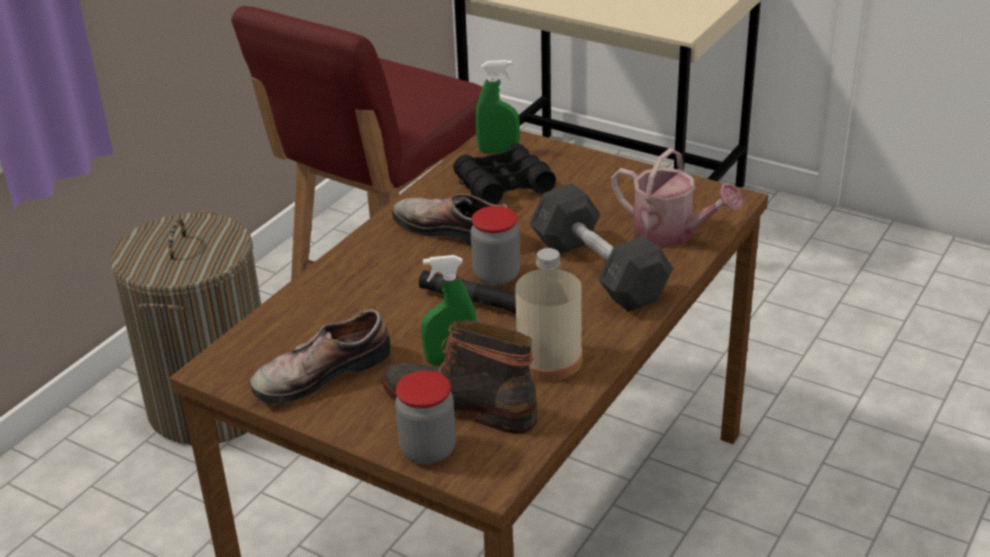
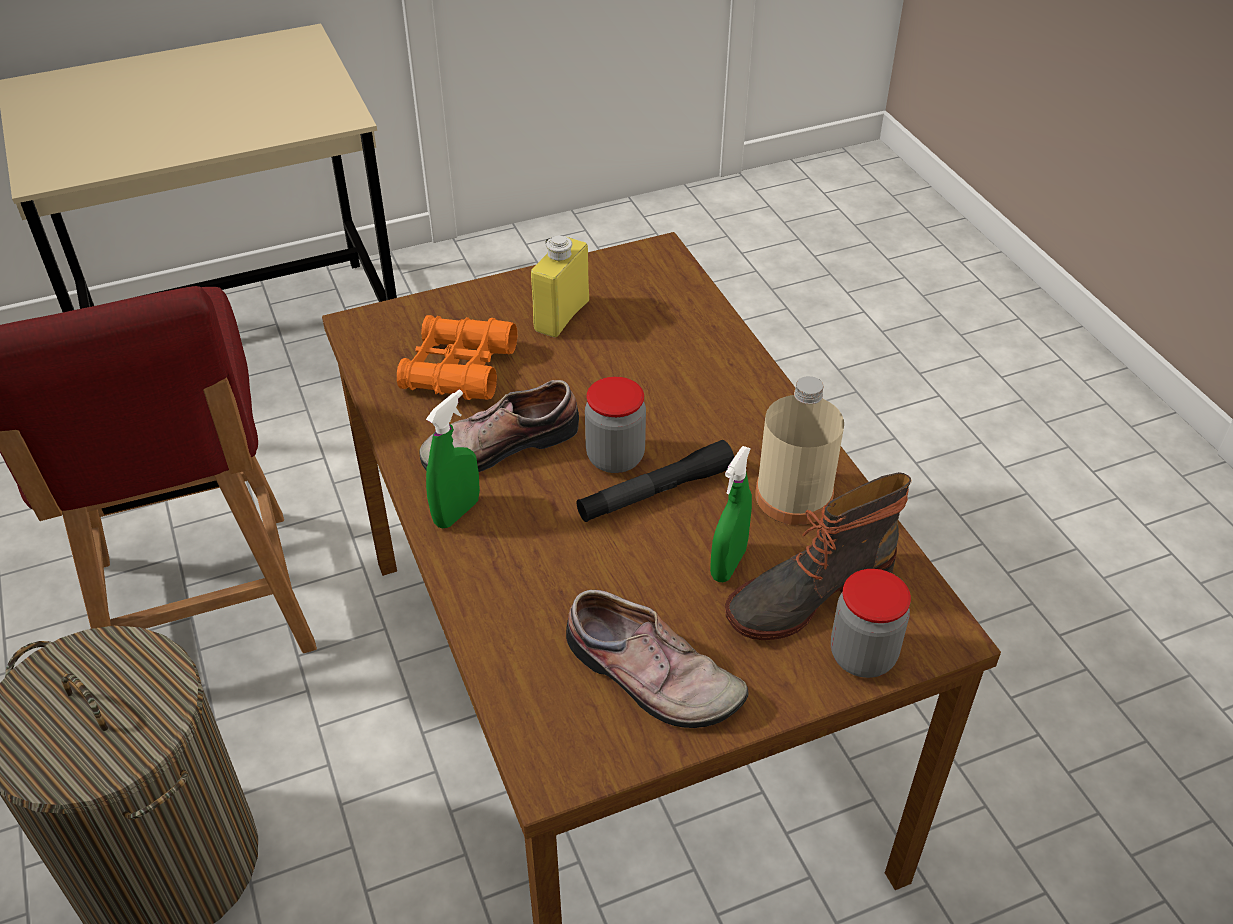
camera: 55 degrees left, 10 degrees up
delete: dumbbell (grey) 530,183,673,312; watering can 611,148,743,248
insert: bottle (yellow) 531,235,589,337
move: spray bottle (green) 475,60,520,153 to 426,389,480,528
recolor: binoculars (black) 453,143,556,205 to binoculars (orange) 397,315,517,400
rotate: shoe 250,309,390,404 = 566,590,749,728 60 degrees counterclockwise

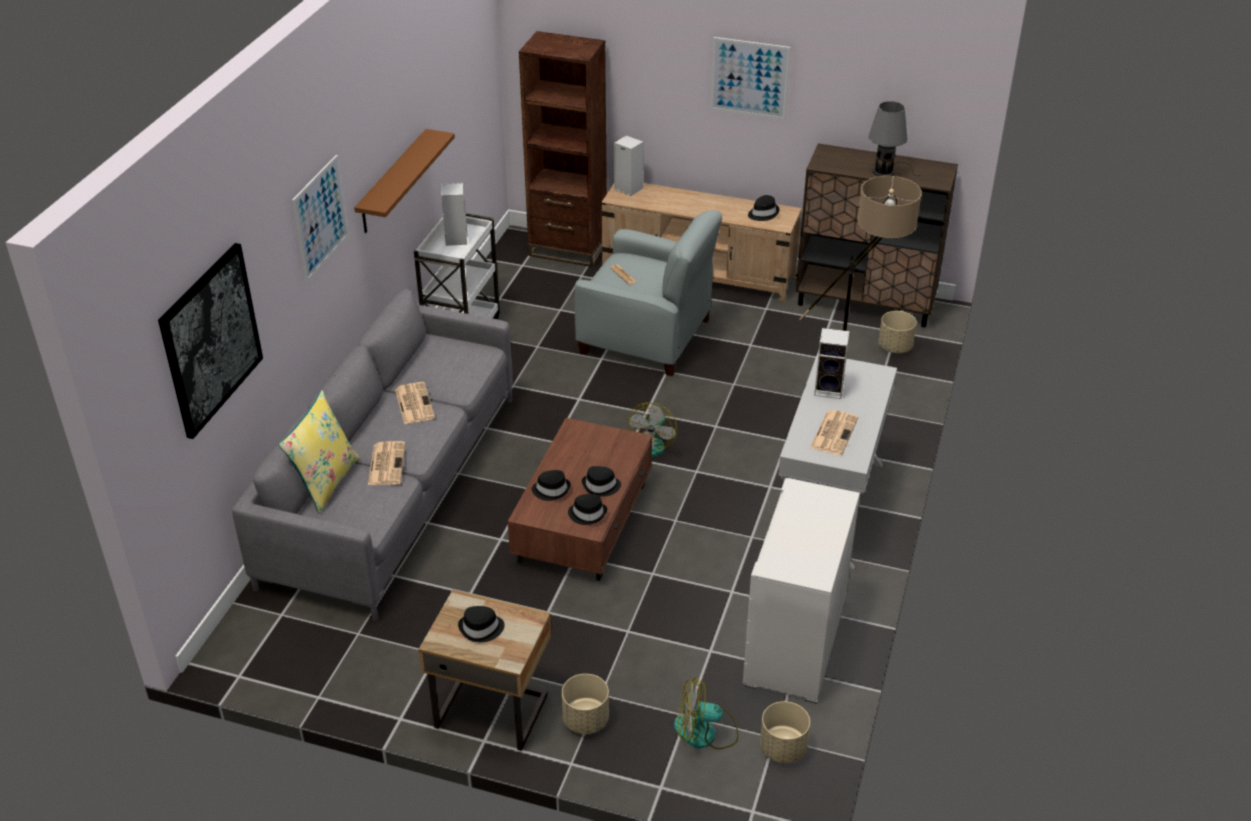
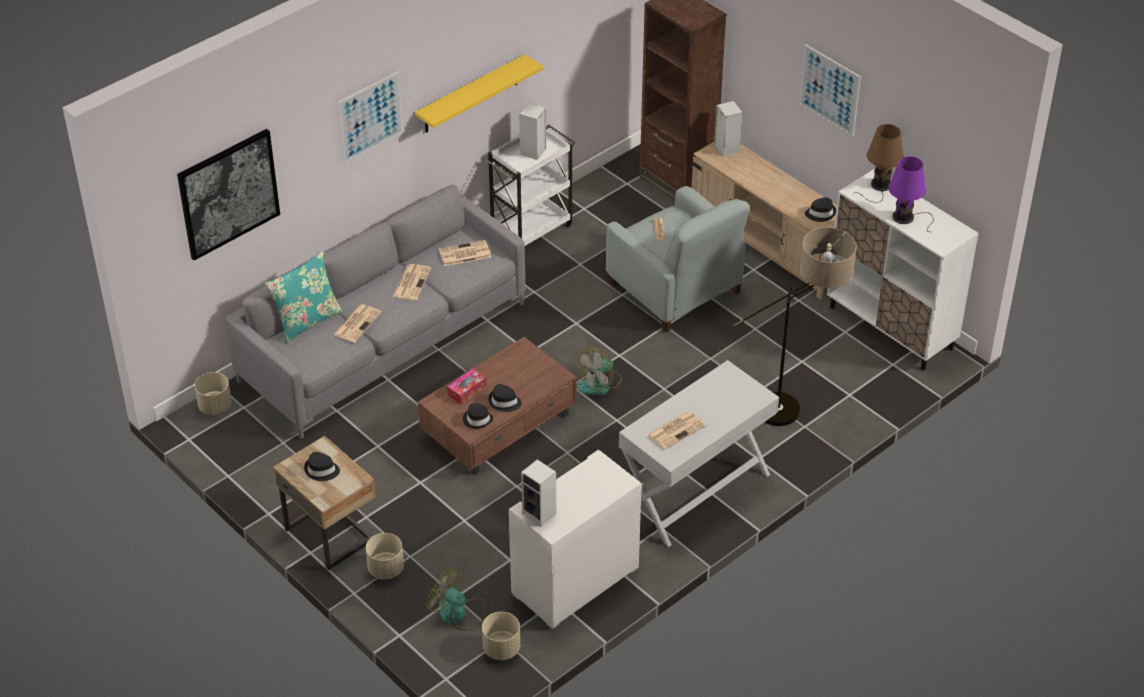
camera: 30 degrees right, 5 degrees up
insert: newspaper 439,240,491,266; table lamp (brown) 852,124,904,203
move: speaker 814,328,850,399 to 521,459,556,526; planter (beige) 878,311,917,353 to 195,372,232,415
replace: hat (black) 532,470,571,501 to tissue box 447,369,486,404
recolor: pillow (yellow) 279,390,359,514 to pillow (turquoise) 265,251,343,344; shelf (brown) 354,129,455,233 to shelf (yellow) 415,54,543,133; cabinet (brown) 796,143,958,327 to cabinet (white) 827,169,978,370; table lamp (grey) 868,101,920,176 to table lamp (purple) 888,156,934,232

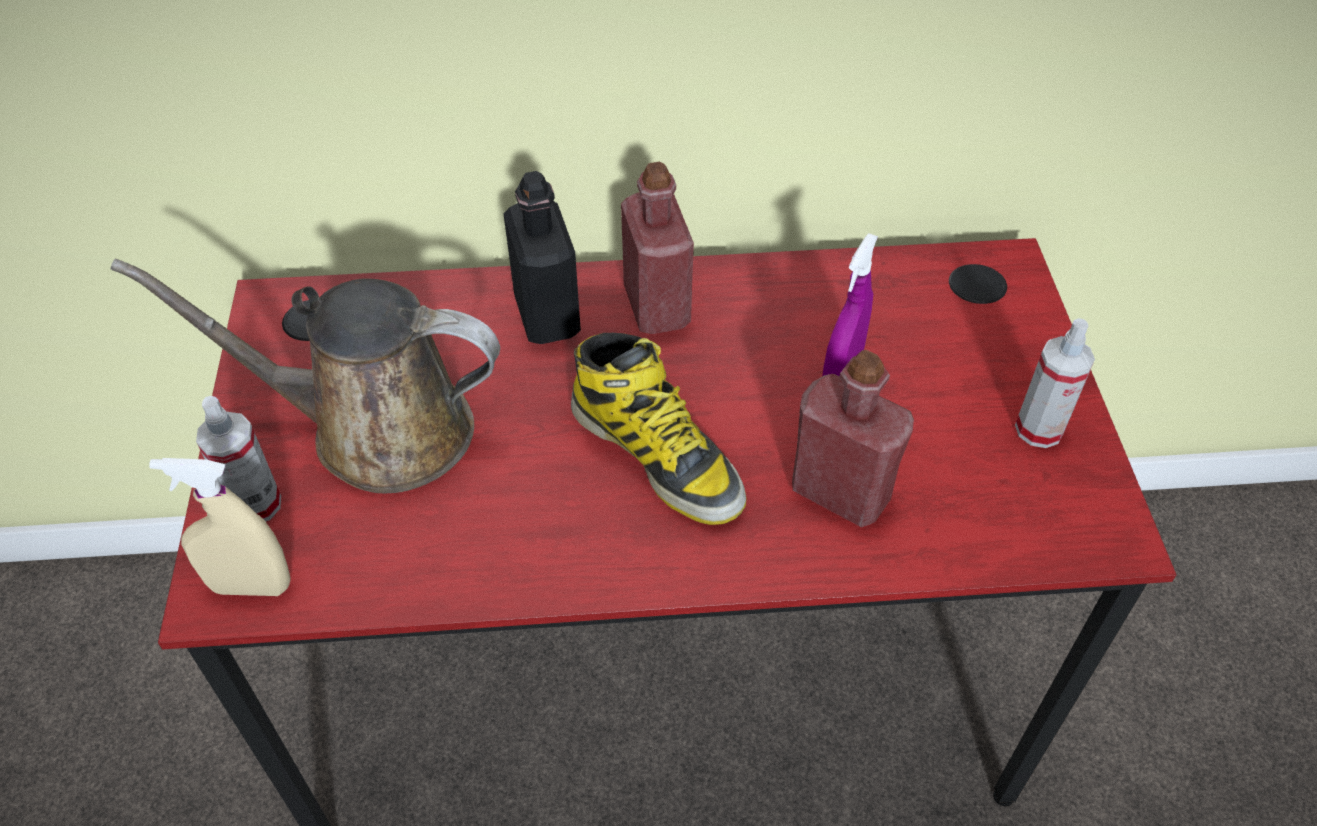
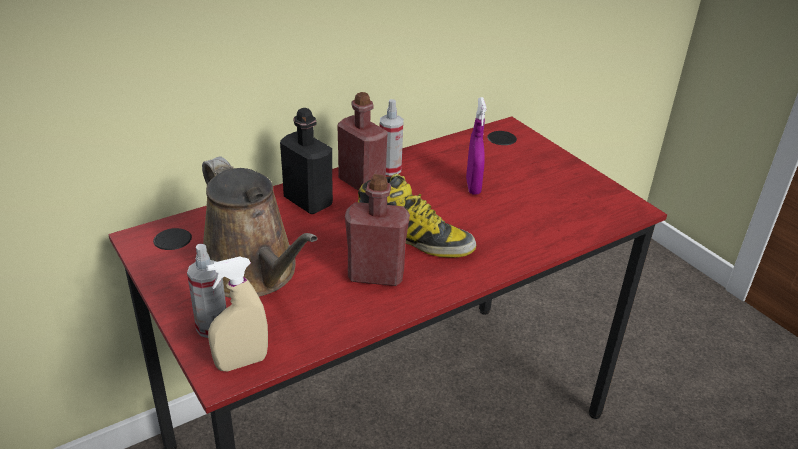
camera: 30 degrees left, 15 degrees down
move: bottle (red) 792,350,914,527 to 345,174,410,286; spray bottle 1015,318,1095,448 to 380,99,404,176
rotate: watering can (brown) 110,259,500,493 = 202,156,317,298 105 degrees counterclockwise

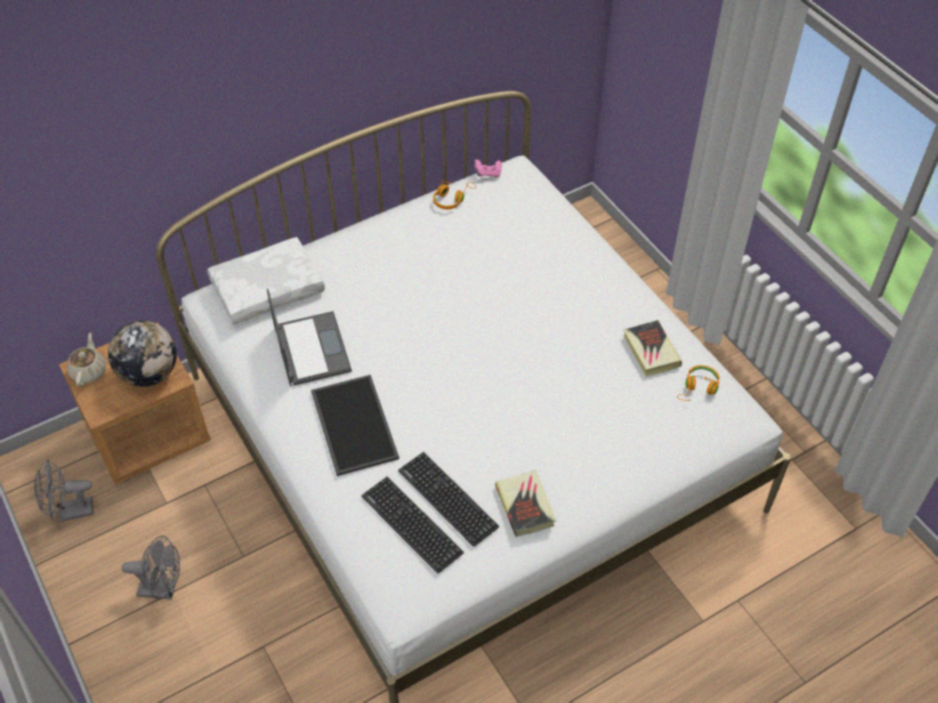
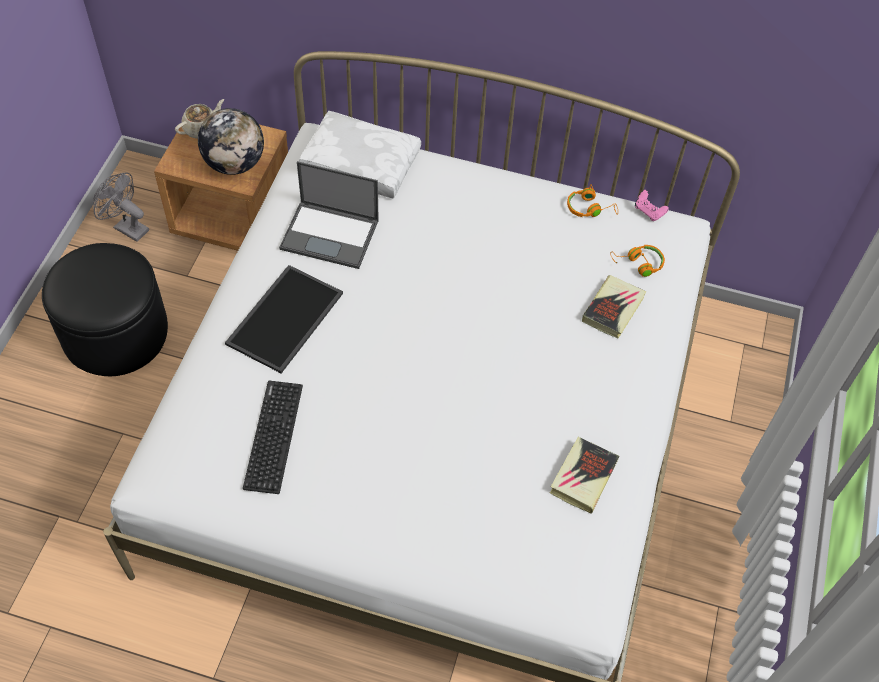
camera: 45 degrees right, 5 degrees up
delete: keyboard 361,477,464,573
move: book 495,470,556,537 to 582,275,647,338; headphones (orange) 677,365,720,401 to 610,245,665,277
replace: fan (grey) 122,536,180,599 to ottoman (black) 42,243,168,376
rotate: laptop 267,289,352,386 = 279,161,379,269 75 degrees clockwise

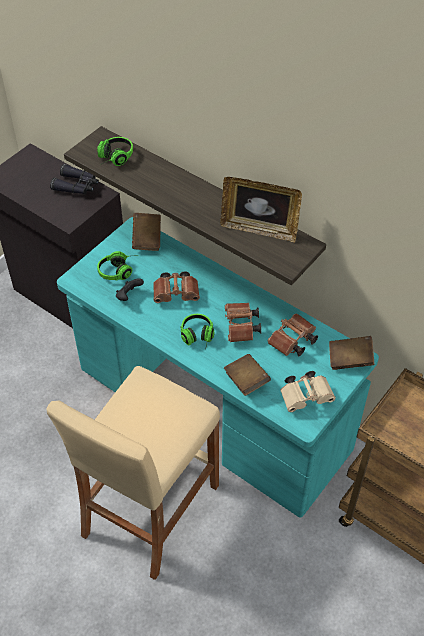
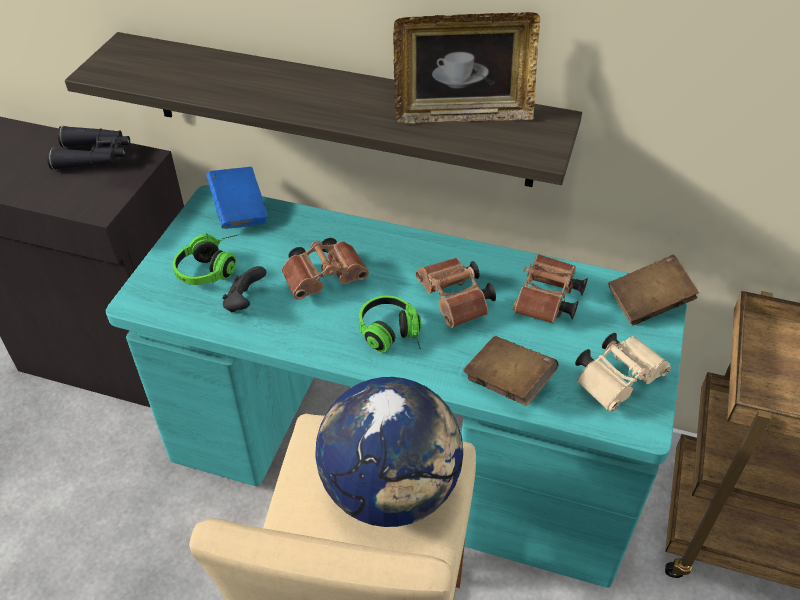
camera: 20 degrees left, 5 degrees down
delete: headphones 97,137,133,166
insert: globe 315,377,463,527
recolor: book (brown) 132,213,161,251 to book (blue) 206,167,268,229

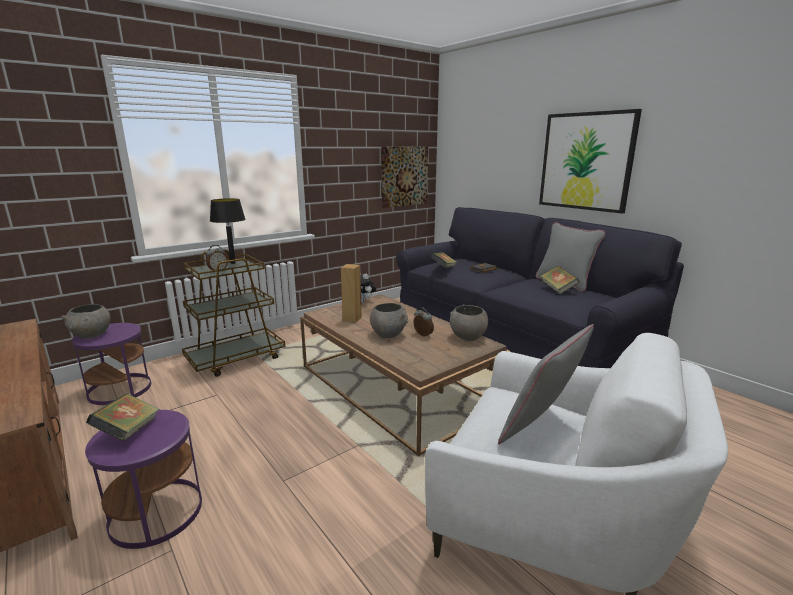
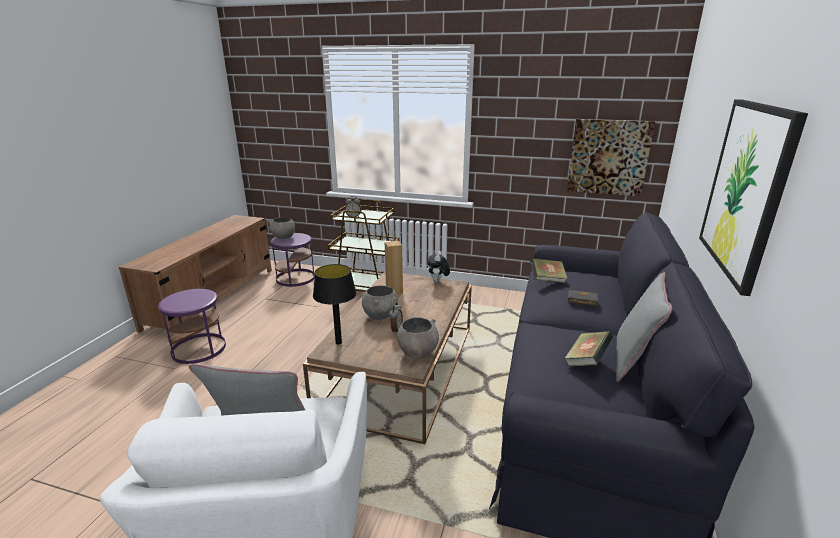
camera: 55 degrees right, 5 degrees up
delete: book 86,393,159,441
move: table lamp (black) 210,198,245,264 to 313,264,357,345

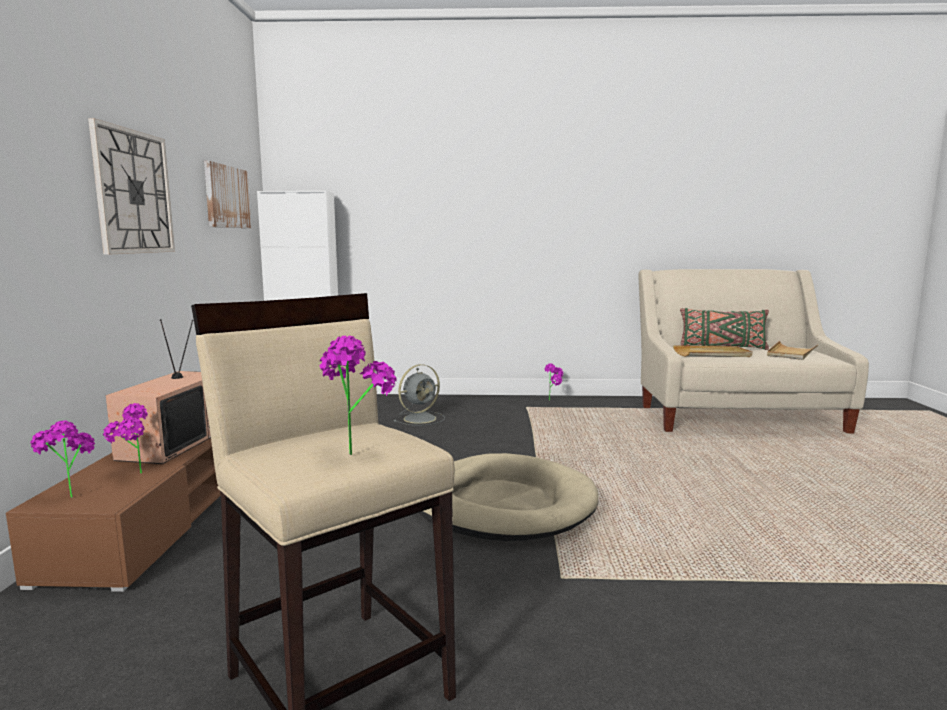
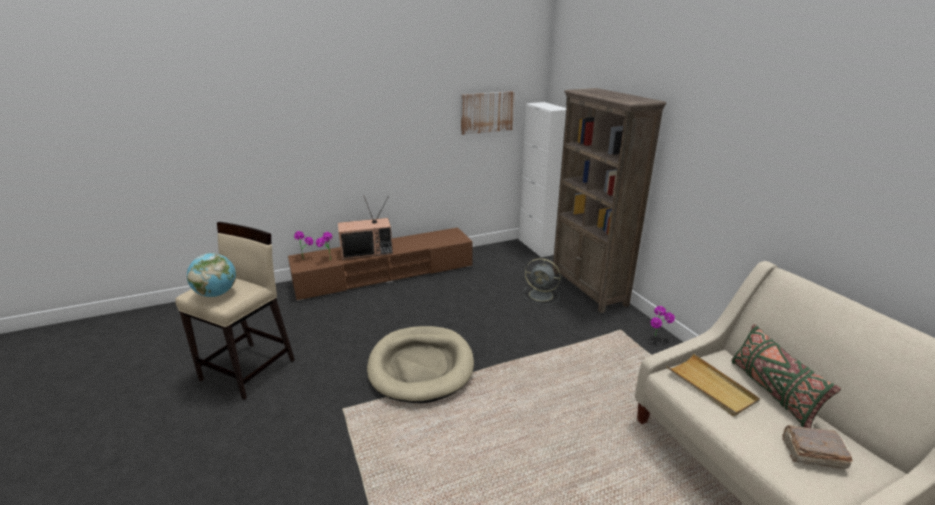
camera: 65 degrees right, 15 degrees up
delete: wall clock 88,118,175,255
insert: bookcase (brown) 552,88,666,313
replace: potted plant 320,336,397,455 to globe 187,253,236,297; tray (beige) 767,341,819,360 to book (brown) 783,425,853,469

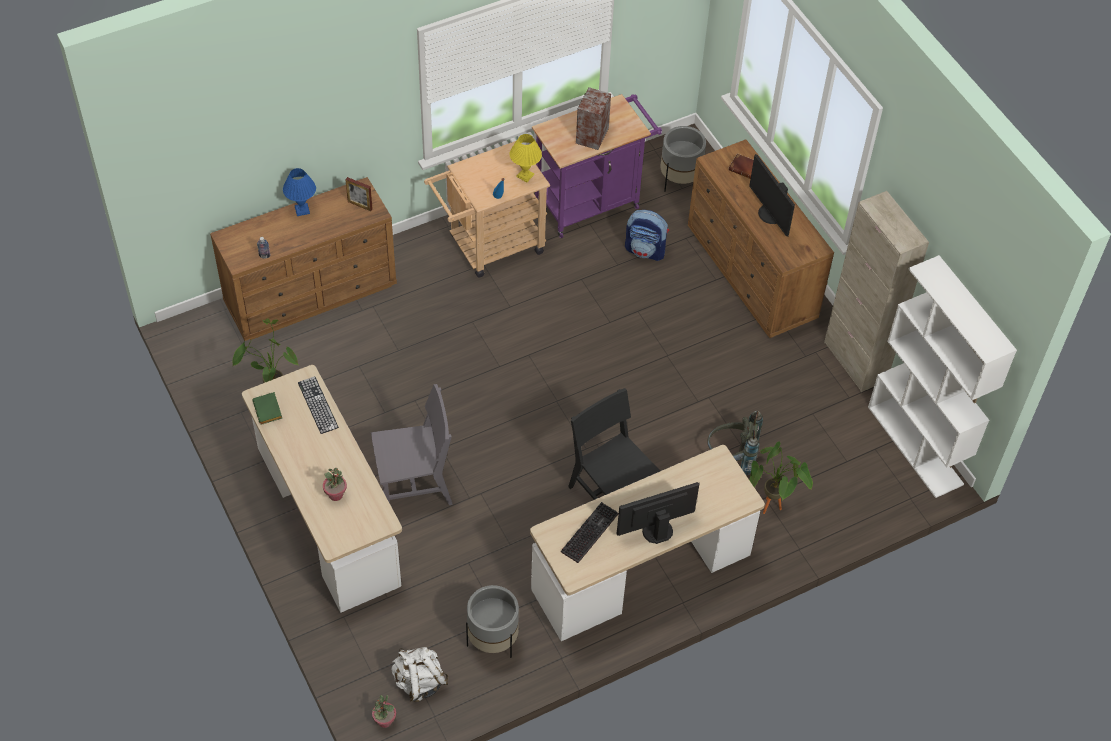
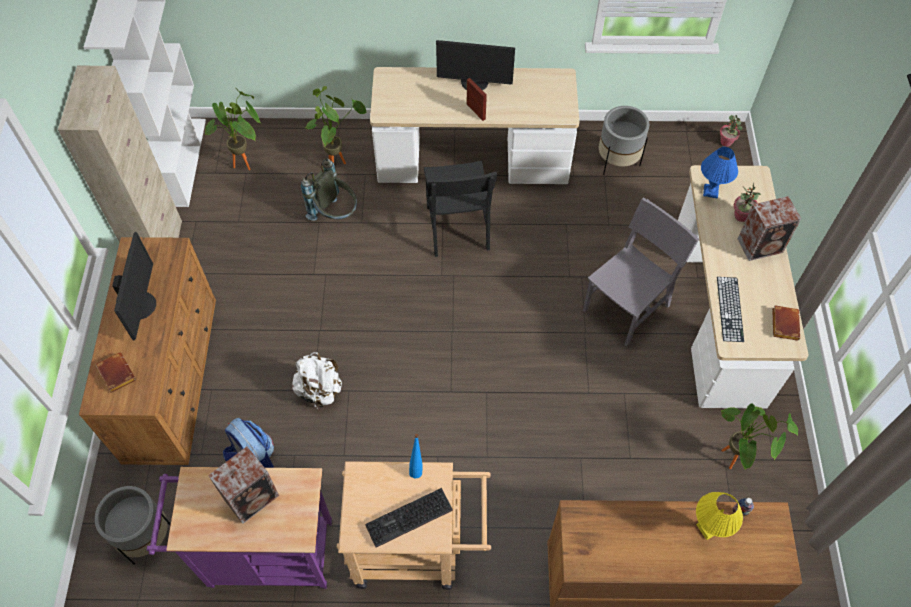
camera: 150 degrees left, 5 degrees up
insert: potted plant 204,88,260,170; speaker 738,196,801,261
move: table lamp (blue) 283,168,316,216 to 701,147,738,199; picture frame 345,177,373,211 to 467,78,487,121; backpack (white) 391,647,449,702 to 292,352,342,410; table lamp (yellow) 510,134,542,182 to 696,492,743,540; keyboard 561,502,618,563 to 365,488,453,547
recolor: book (green) 252,392,282,425 to book (brown) 772,305,800,340
rotate: chair (grey) 371,384,453,505 = 583,198,699,347 120 degrees clockwise

